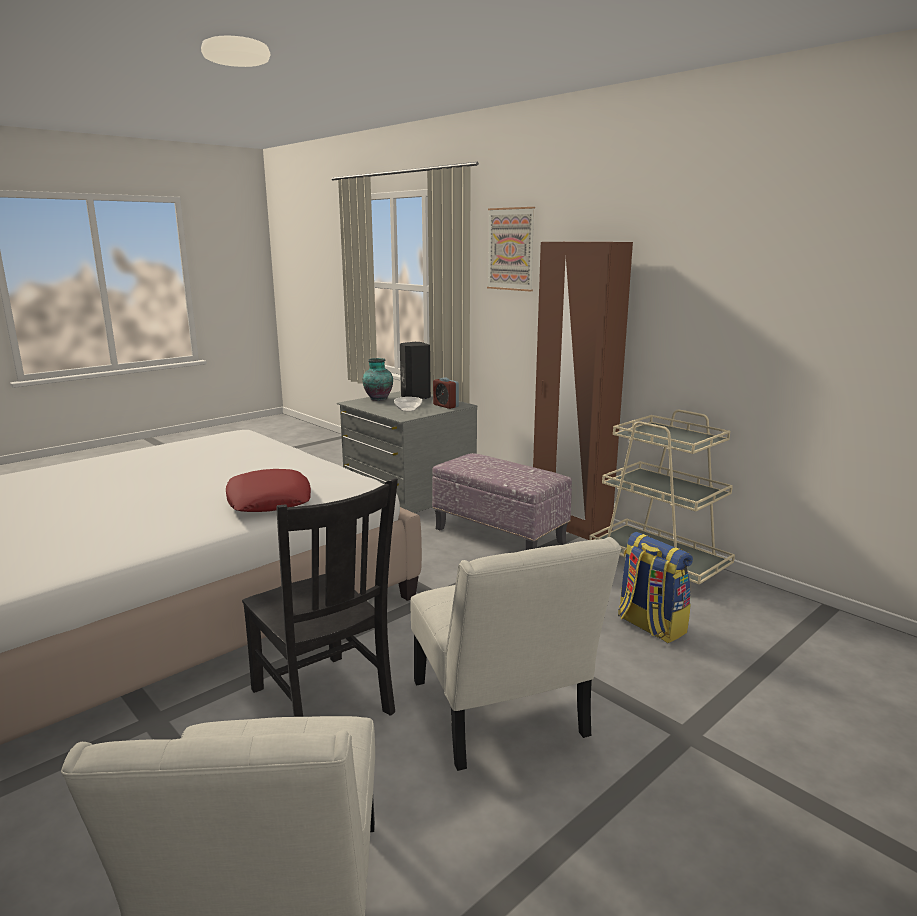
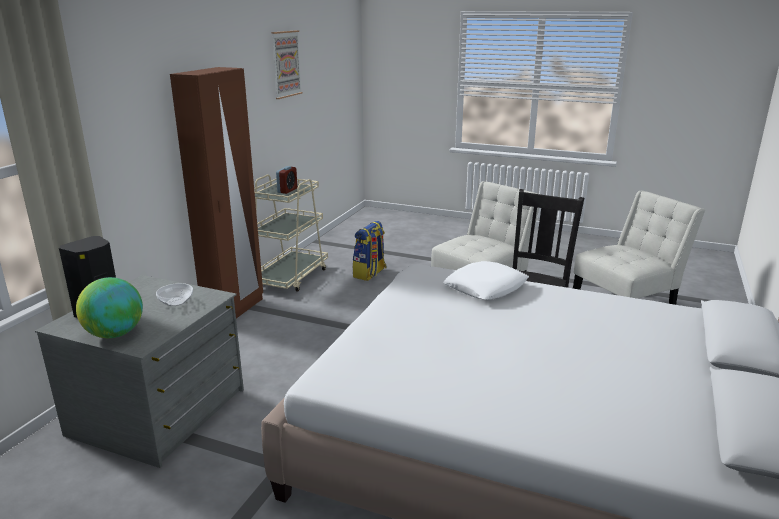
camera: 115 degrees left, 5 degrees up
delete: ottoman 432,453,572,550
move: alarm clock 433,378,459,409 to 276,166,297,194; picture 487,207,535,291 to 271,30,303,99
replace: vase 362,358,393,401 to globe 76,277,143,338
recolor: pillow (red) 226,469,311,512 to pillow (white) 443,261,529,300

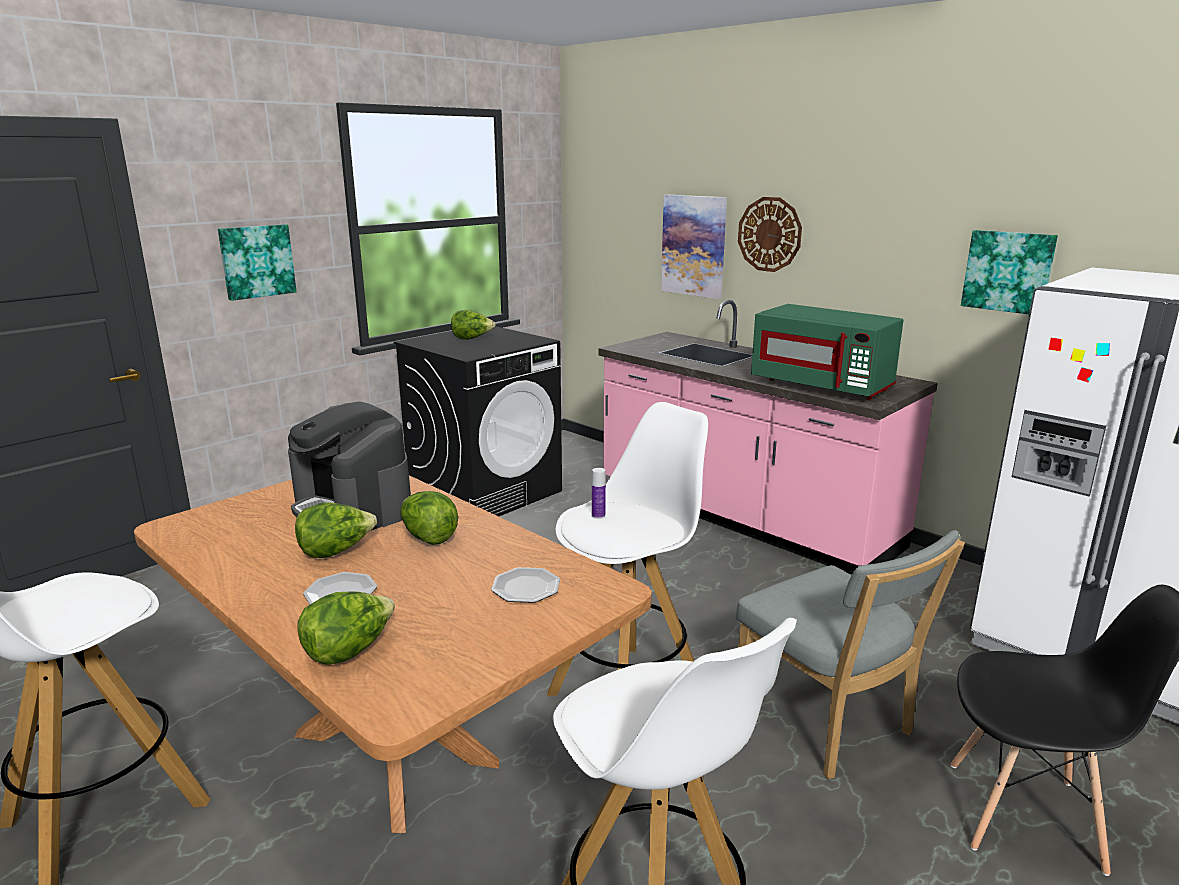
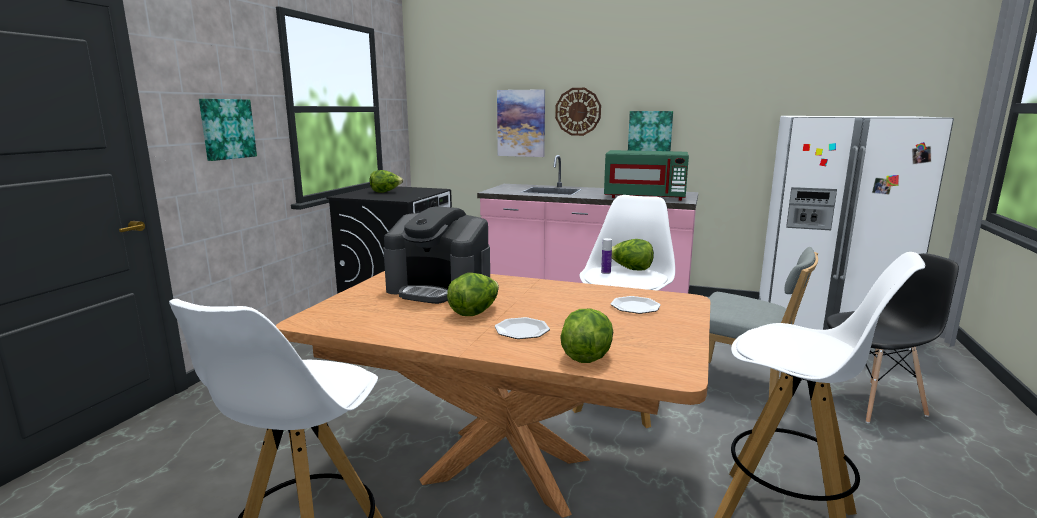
camera: 25 degrees left, 5 degrees down
move: lettuce 400,491,458,545 to 612,239,654,270; picture 961,230,1058,314 to 628,111,673,151

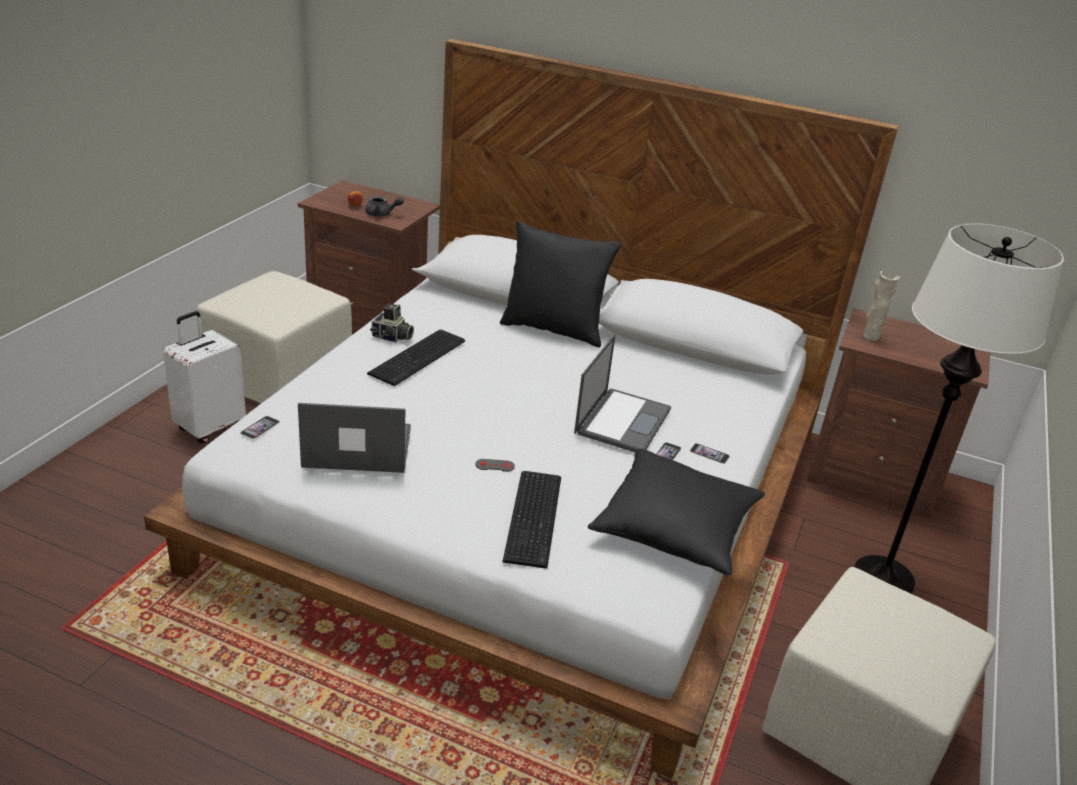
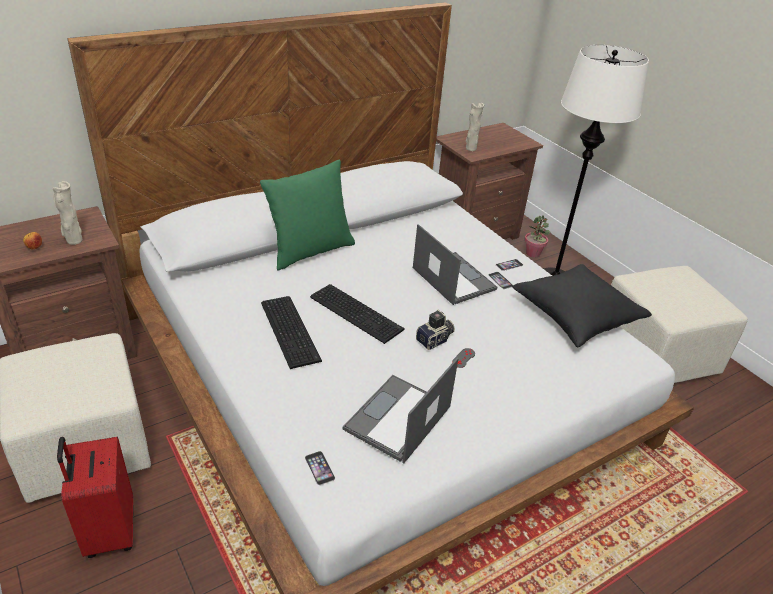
camera: 55 degrees left, 5 degrees up
insert: potted plant 524,215,550,258
move: photo camera 370,304,414,343 to 416,309,455,350; keyboard 503,471,561,569 to 310,284,405,344
replace: teapot (grey) 365,196,404,217 to vase (beige) 53,181,82,245
recolor: suitcase (white) 163,311,246,443 to suitcase (red) 57,437,133,558; pillow (black) 500,221,621,347 to pillow (green) 260,160,355,271

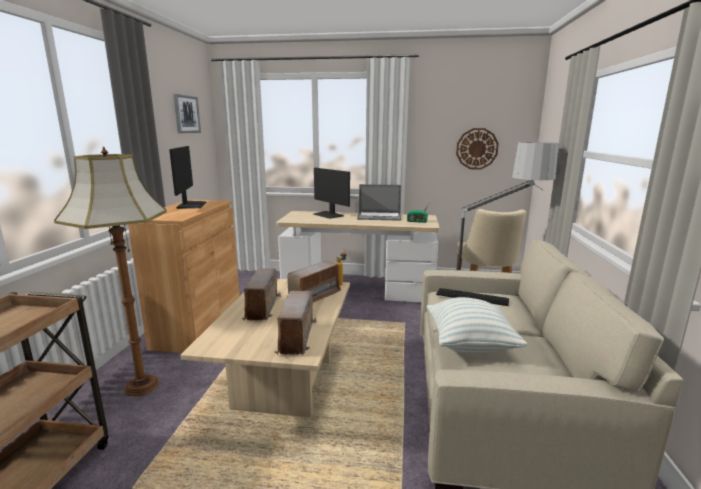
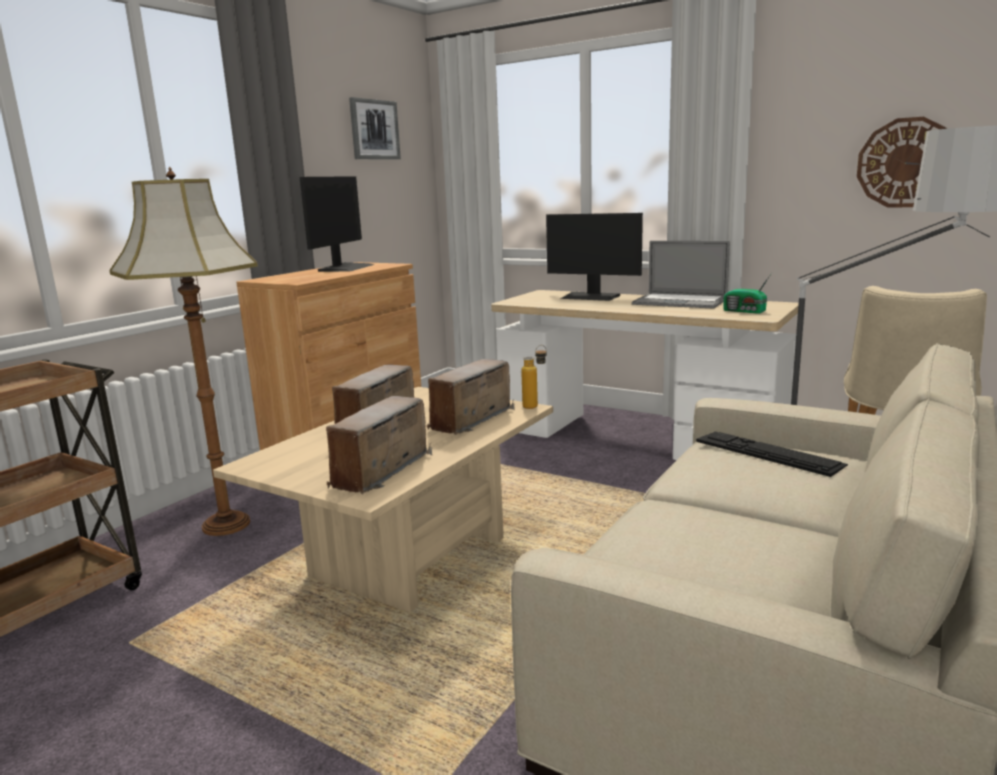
camera: 25 degrees right, 0 degrees up
delete: pillow 427,297,528,353
rotate: radio 287,261,341,302 = 427,359,515,435 150 degrees clockwise; monitor 313,168,350,219 = 546,213,643,301 45 degrees counterclockwise

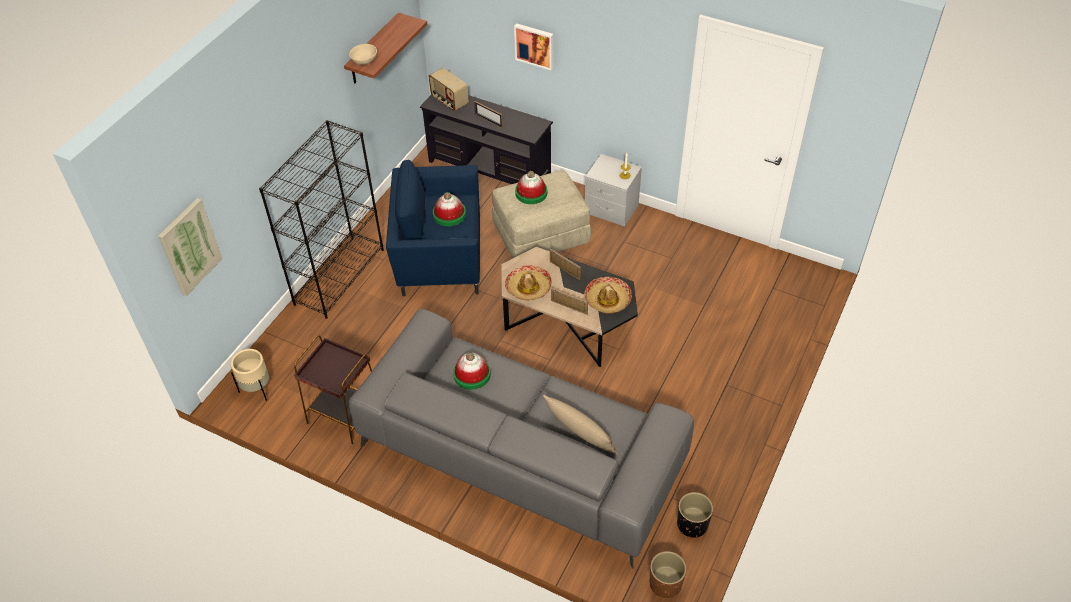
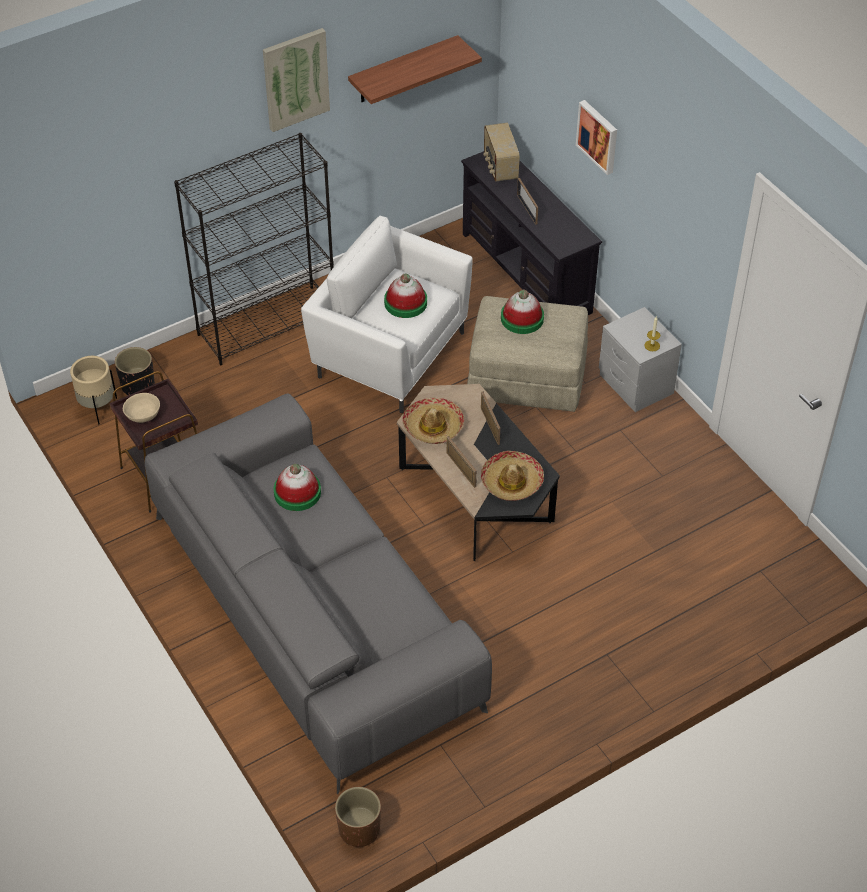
camera: 30 degrees right, 0 degrees up
delete: pillow (beige) 543,395,618,455
move: picture 158,198,223,296 to 263,28,330,132; bowl (beige) 349,44,377,65 to 123,393,160,423; planter (black) 677,492,713,538 to 115,347,155,395
recolor: armchair (blue) 386,160,480,296 to armchair (white) 301,216,473,413

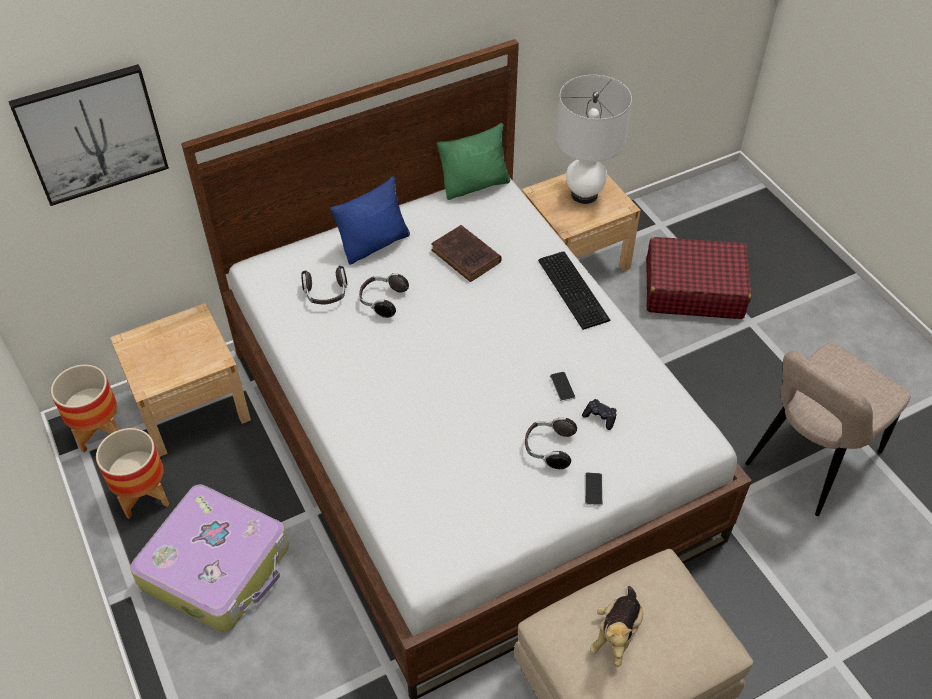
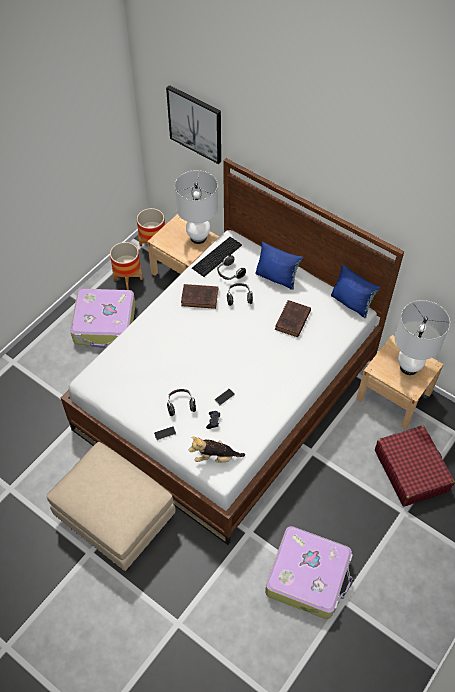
camera: 65 degrees right, 5 degrees up
insert: table lamp (white) 175,170,218,244; book (brown) 181,284,218,309
move: keyboard 538,252,611,330 to 192,237,242,277; plush toy 590,586,643,667 to 189,437,245,463
replace: chair (beige) 745,342,911,516 to suitcase 265,526,353,619
recolor: pillow (green) 437,123,510,200 to pillow (blue) 331,265,381,318

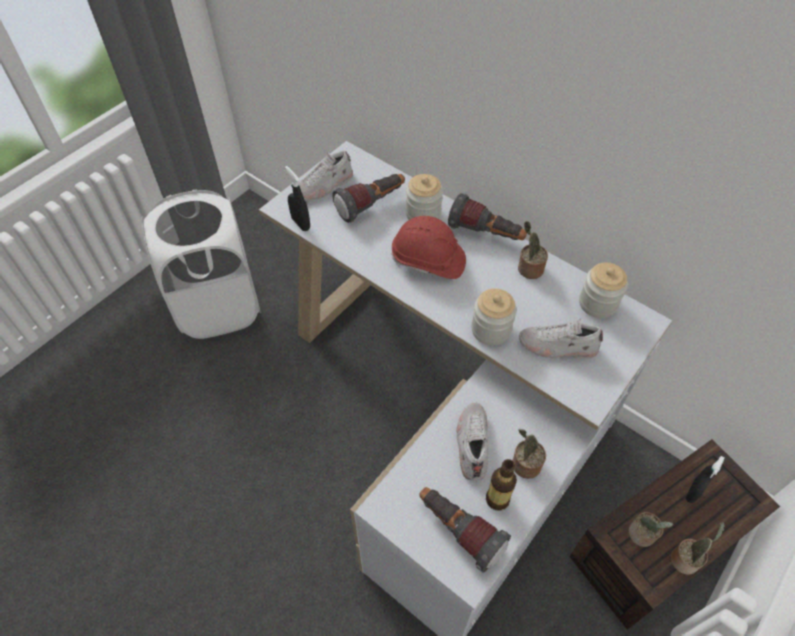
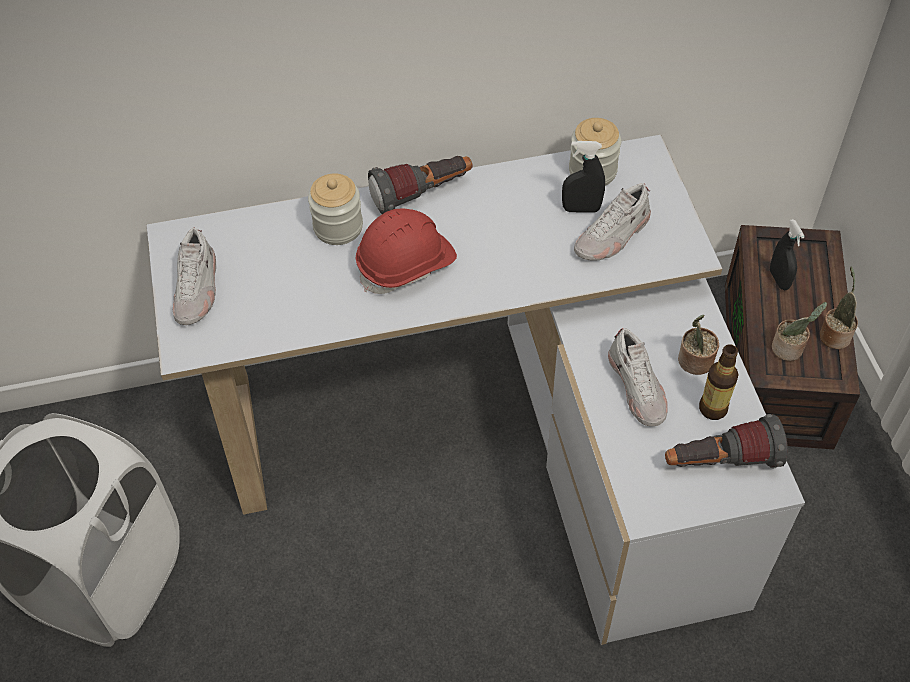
camera: 50 degrees left, 0 degrees up
delete: flashlight 333,174,405,223; jar 471,289,517,345; potted plant 518,221,548,279
move: spray bottle (black) 285,166,310,231 to 562,141,605,213
rotate: shoe (white) 456,402,489,481 = 608,328,668,426 150 degrees counterclockwise

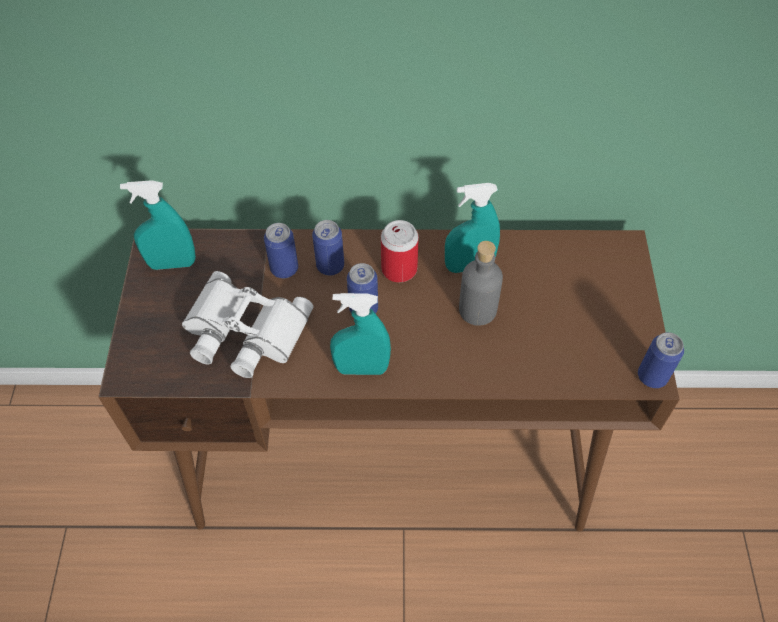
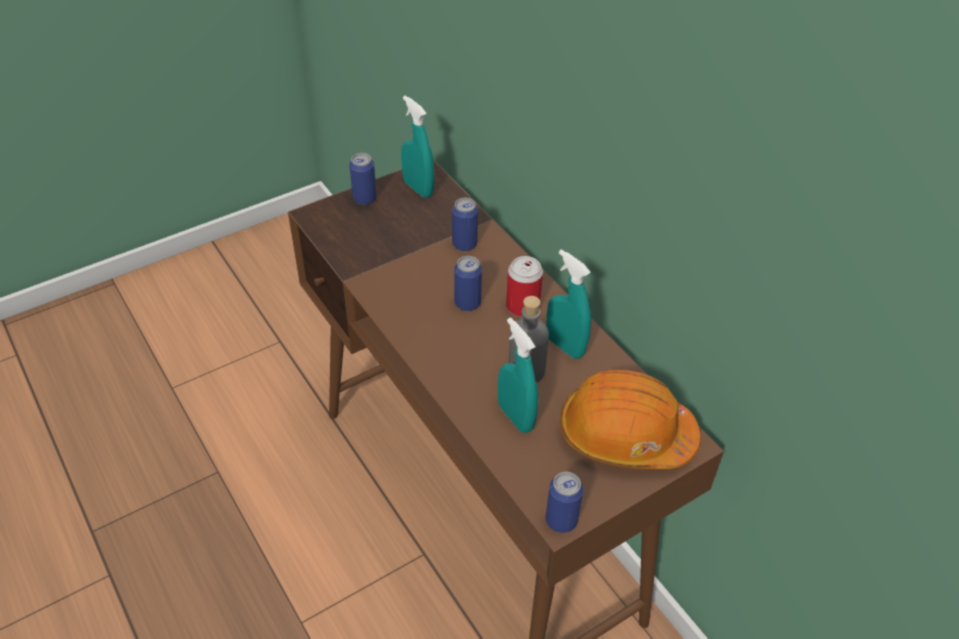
camera: 55 degrees right, 10 degrees down
delete: binoculars (white) 182,271,314,378
insert: hard hat (orange) 560,370,701,469
move: can 312,220,344,276 to 349,153,377,205; spray bottle (turquoise) 330,293,391,375 to 498,318,538,433

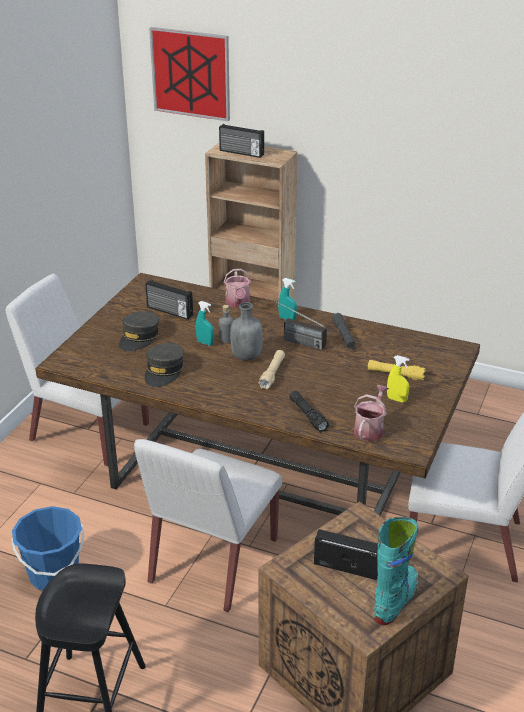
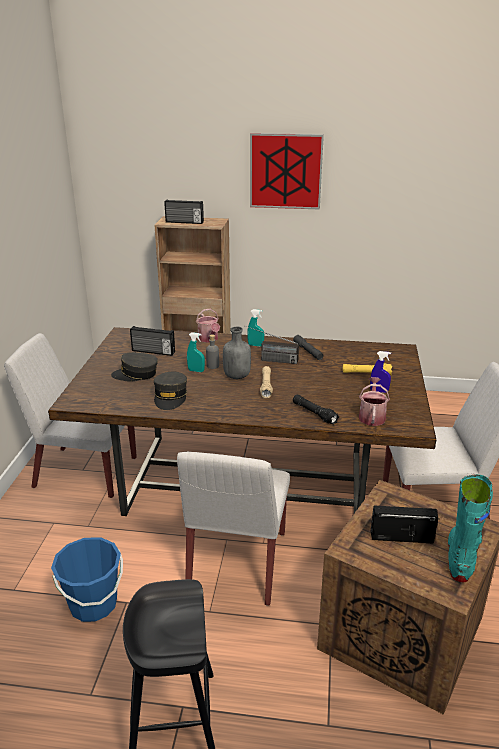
camera: 15 degrees left, 5 degrees down
move: picture 149,27,230,121 to 250,133,324,209
recolor: spray bottle (yellow) 387,355,409,403 to spray bottle (blue) 370,351,391,393
rotate: cap (grey) 119,311,159,351 = 111,352,158,382 75 degrees clockwise

